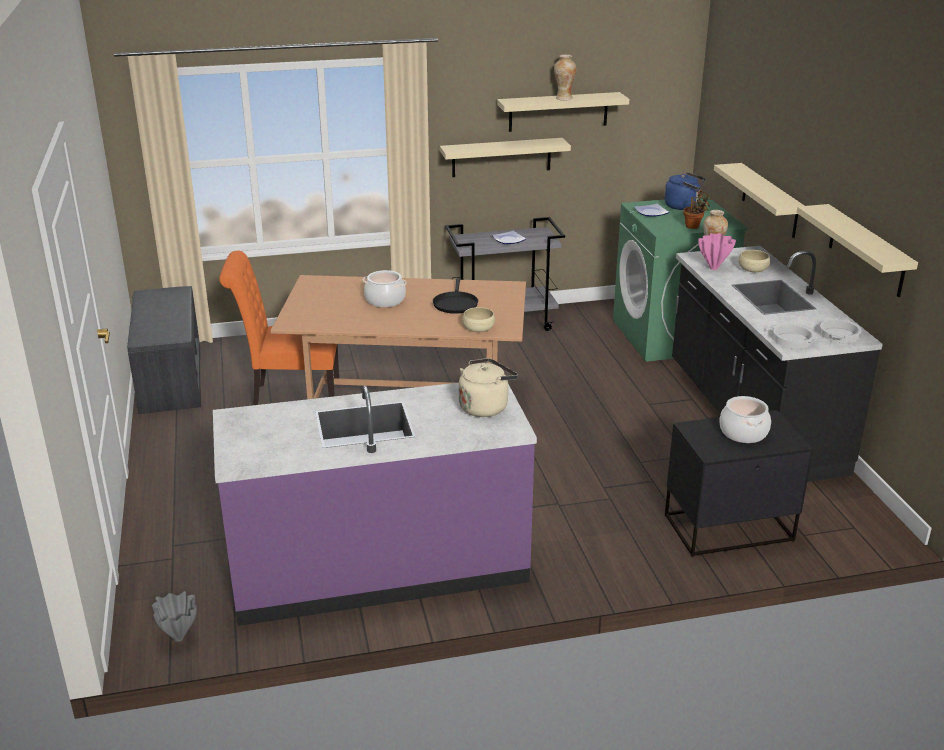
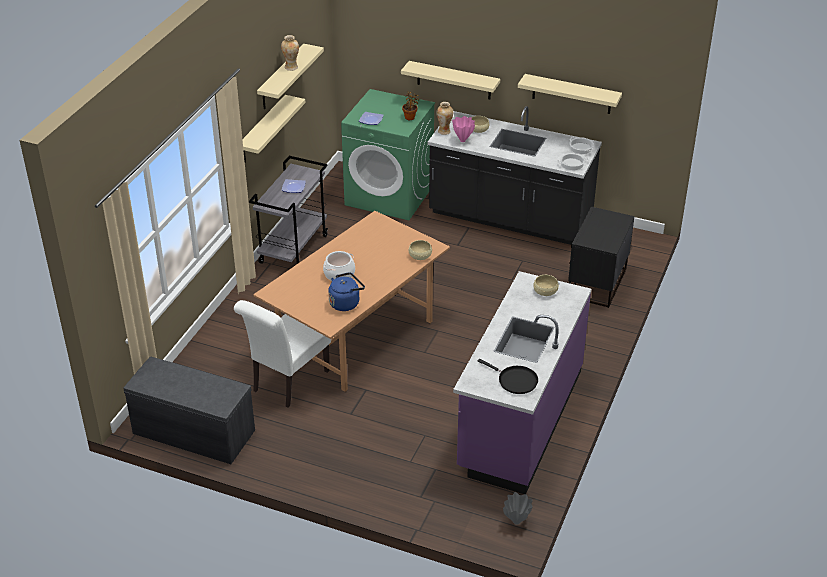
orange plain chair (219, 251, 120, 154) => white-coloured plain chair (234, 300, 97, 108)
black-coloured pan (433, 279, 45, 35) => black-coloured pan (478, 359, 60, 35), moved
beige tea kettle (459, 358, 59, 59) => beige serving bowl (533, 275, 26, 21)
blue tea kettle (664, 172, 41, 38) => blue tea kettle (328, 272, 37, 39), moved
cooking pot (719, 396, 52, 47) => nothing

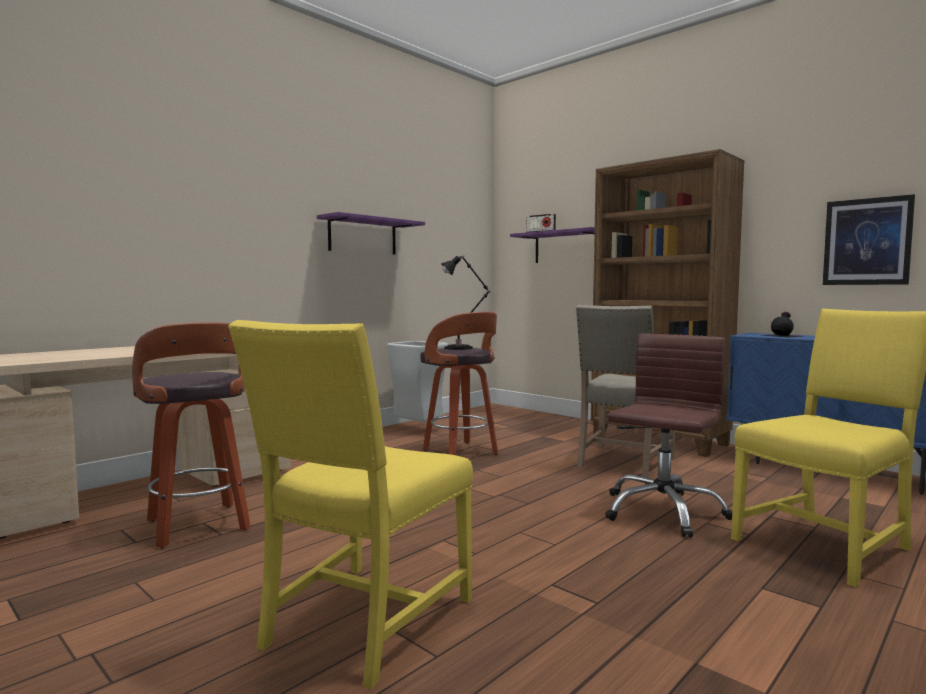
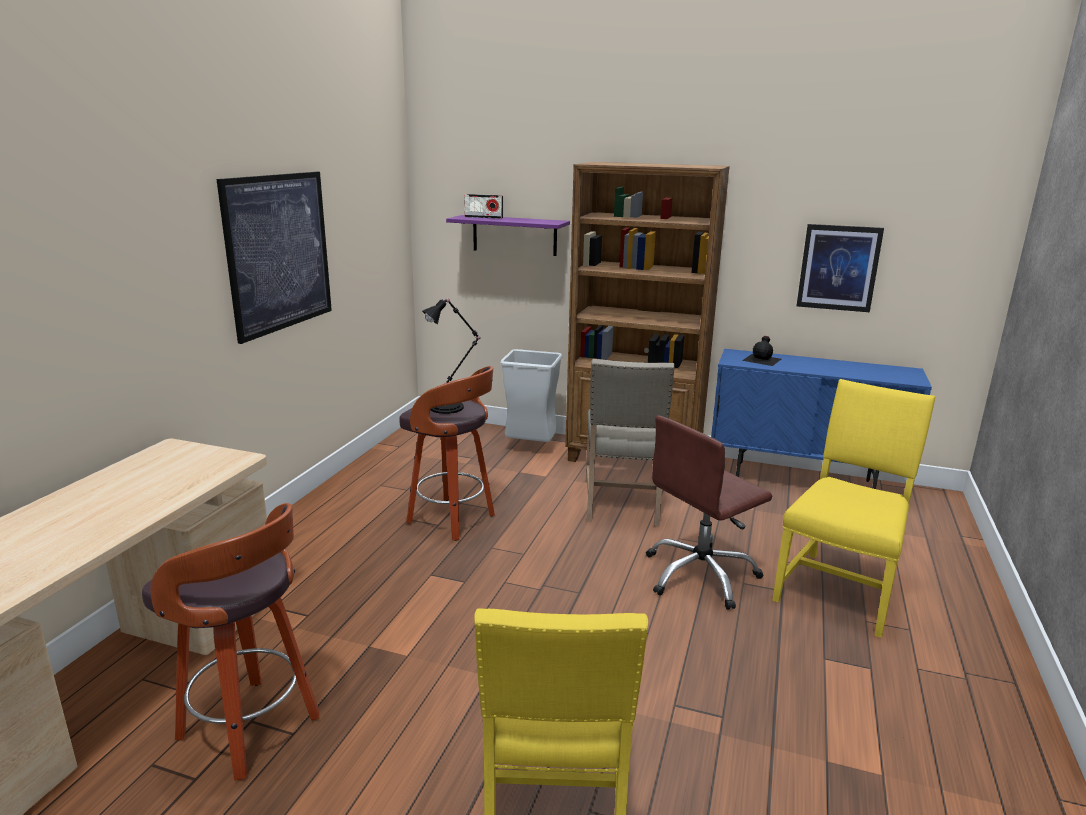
purple wall shelf (317, 212, 108, 43) => wall art (216, 172, 116, 172)
greyish rubbish bin (387, 341, 61, 81) => greyish rubbish bin (500, 349, 62, 93), moved
brown-coloured desk chair (605, 334, 127, 203) => brown-coloured desk chair (646, 415, 126, 195), 135 degrees counterclockwise

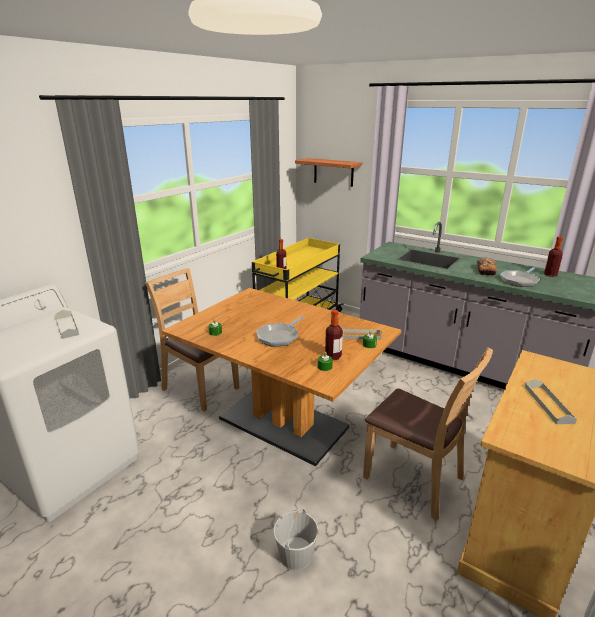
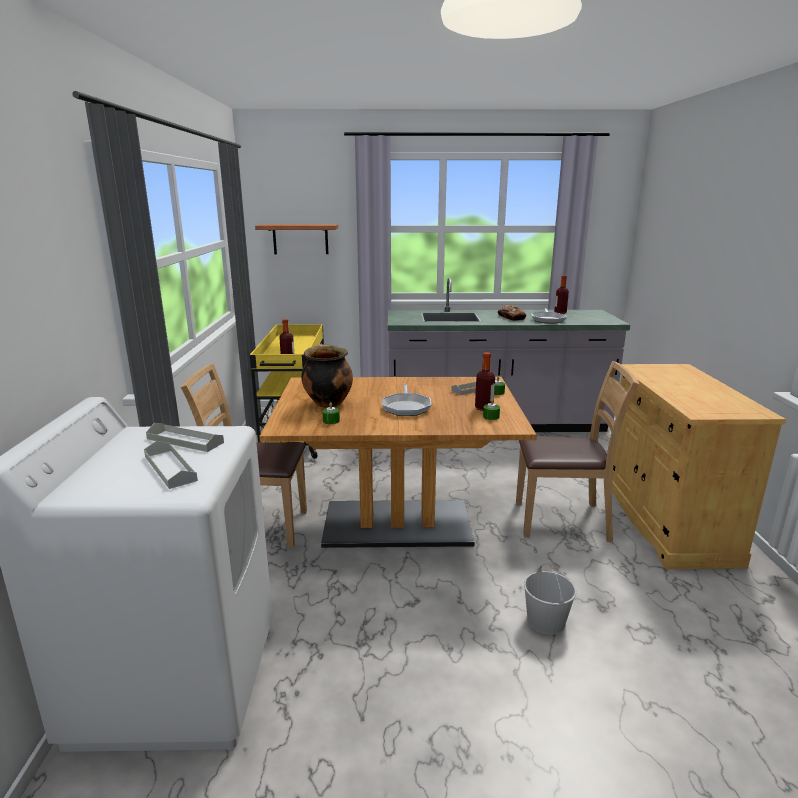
greyish serving tray (525, 379, 52, 45) => greyish serving tray (144, 441, 54, 48), moved
nothing => cooking pot (301, 344, 52, 64)

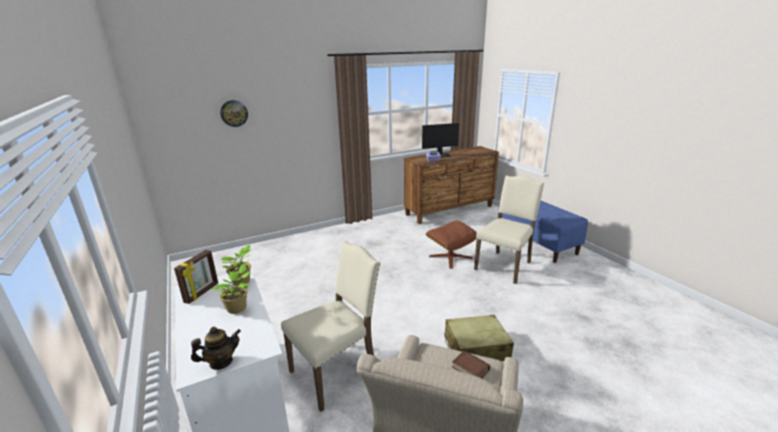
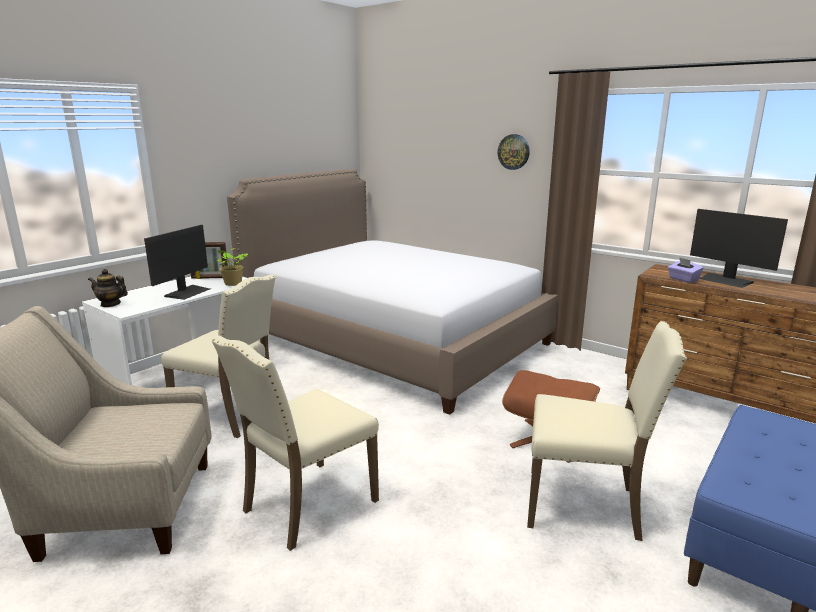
tea pot (191, 327, 50, 43) => tea pot (88, 269, 40, 38), 150 degrees clockwise
houseplant (211, 264, 40, 50) => computer screen (144, 225, 67, 75)
hanging clock (220, 100, 28, 27) => hanging clock (498, 134, 32, 36), moved
beige piece of luggage (445, 315, 69, 46) => beige plain chair (212, 336, 167, 215)
bound book (452, 350, 38, 28) => nothing
nothing => bedroom bed (227, 169, 331, 246)

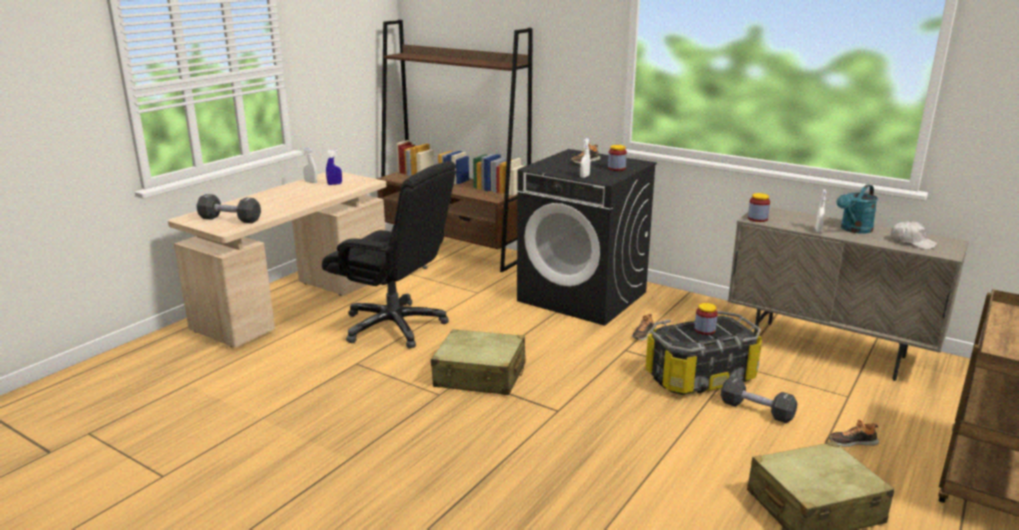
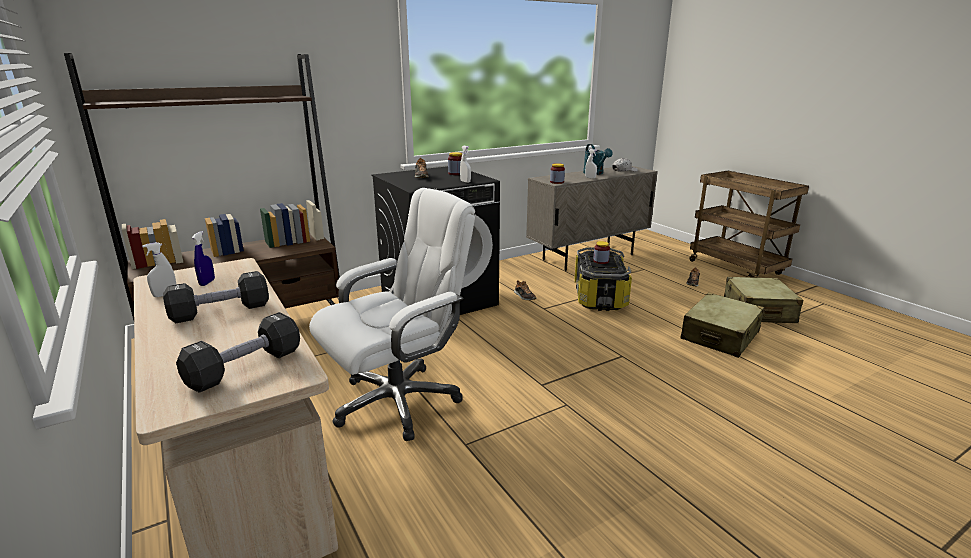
black-coloured desk chair (322, 161, 134, 187) => white-coloured desk chair (309, 188, 166, 253)
beige piece of luggage (431, 329, 95, 66) => beige piece of luggage (681, 293, 84, 65), moved
black-coloured dumbbell (721, 376, 76, 47) => black-coloured dumbbell (163, 271, 106, 52), moved

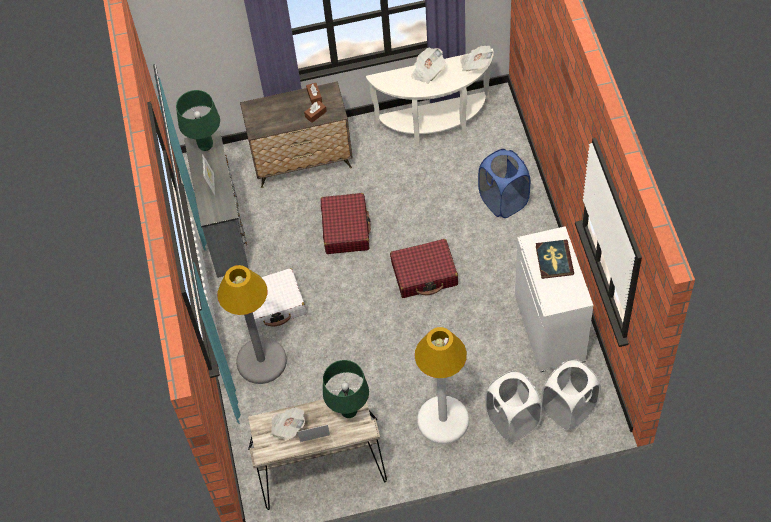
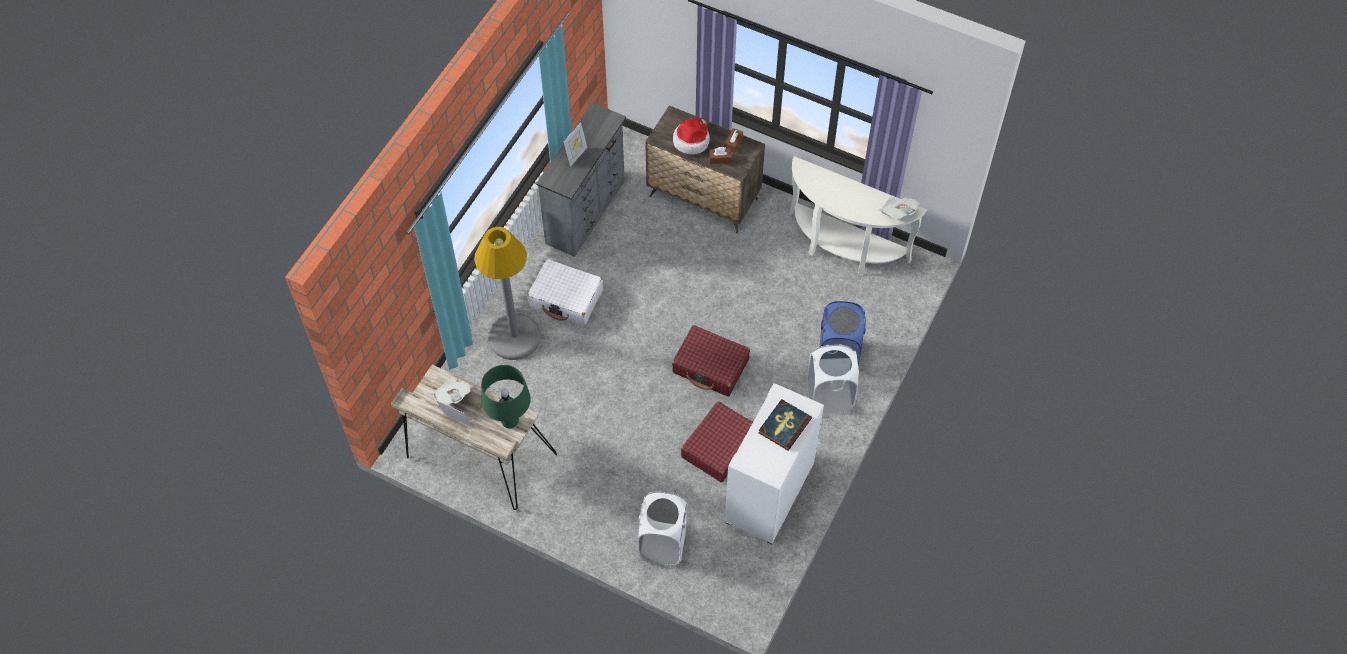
greenish tabletop lamp (176, 90, 44, 61) => nothing
red-coloured piece of luggage (321, 193, 50, 61) => red-coloured piece of luggage (681, 401, 72, 81), moved
newspaper (411, 48, 35, 36) => nothing
white-coloured standard lamp (415, 327, 54, 117) => nothing
white-coloured washing basket (541, 359, 60, 72) => white-coloured washing basket (807, 344, 52, 70), moved
nothing => hat (673, 118, 37, 37)

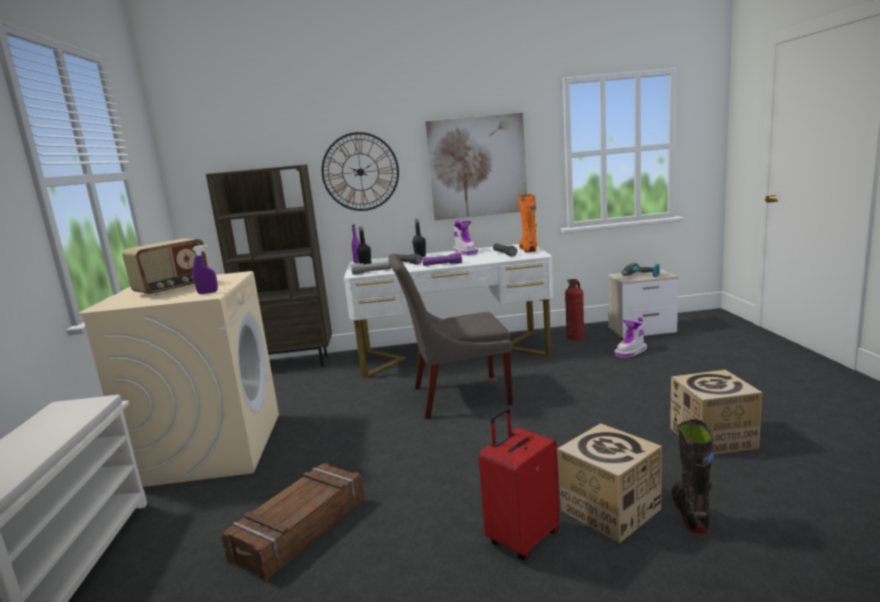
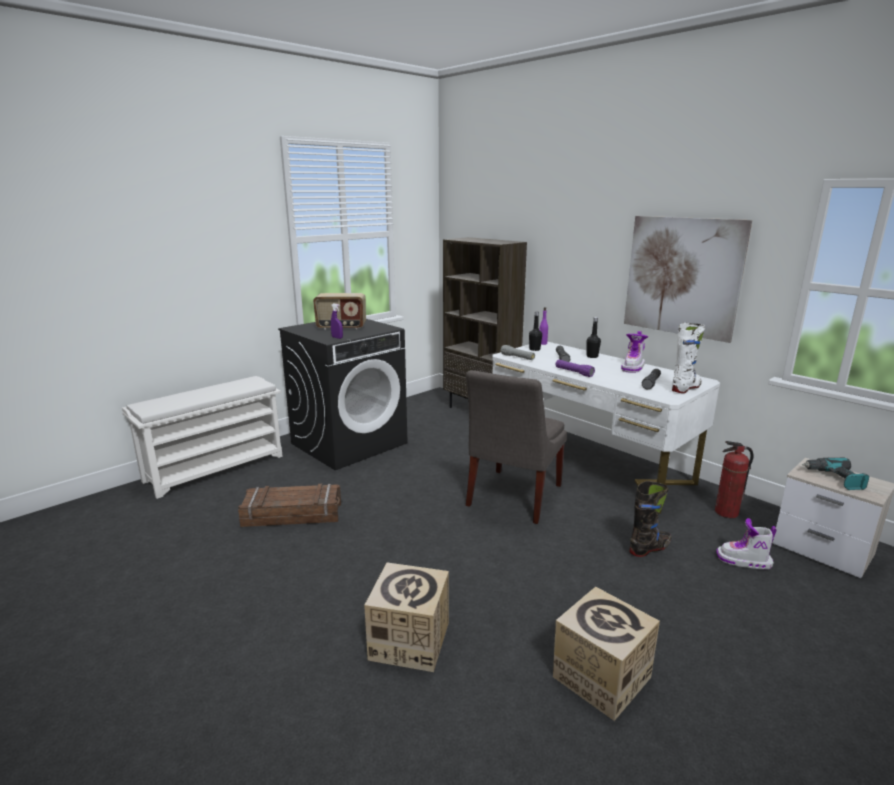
beige laundry machine (77, 271, 202, 216) => black-coloured laundry machine (278, 319, 130, 151)
hanging clock (322, 132, 77, 79) => nothing
greyish plain chair (388, 254, 125, 165) => greyish plain chair (466, 370, 101, 154), 105 degrees counterclockwise
red-coloured piece of luggage (479, 408, 81, 152) => nothing
orange high-top boot (518, 194, 19, 58) => white-coloured high-top boot (672, 323, 33, 70)
black-coloured high-top boot (672, 419, 42, 115) => black-coloured high-top boot (630, 481, 42, 76), moved

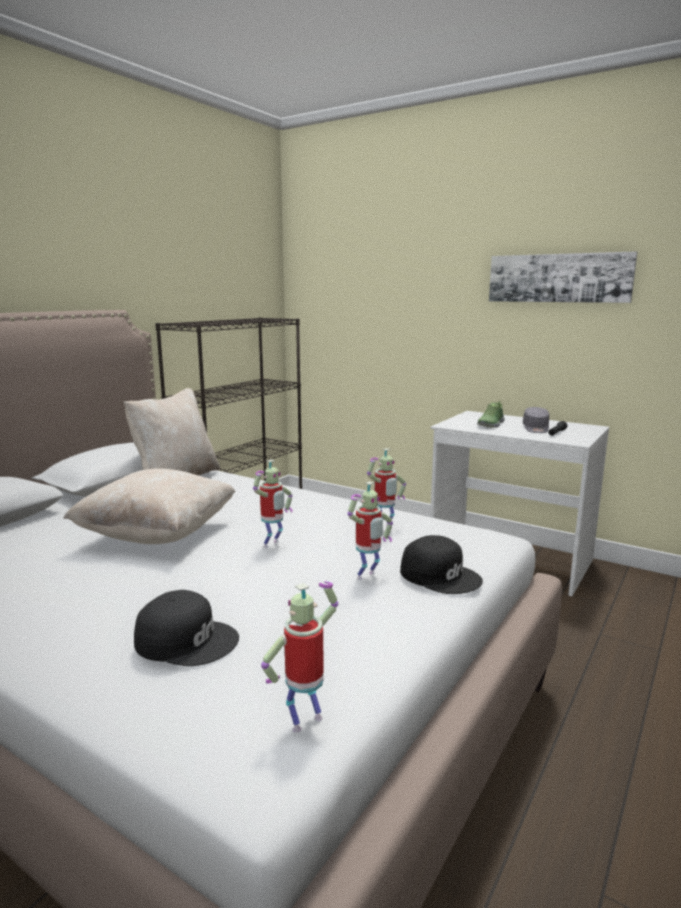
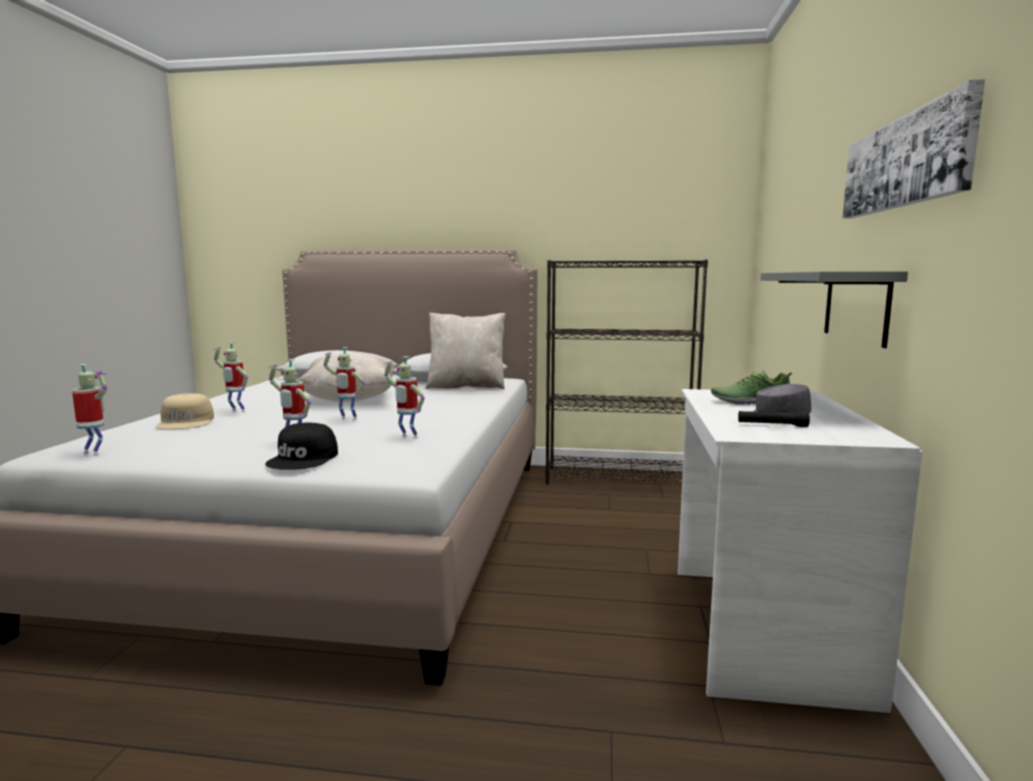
black-coloured peaked cap (134, 590, 105, 76) => beige peaked cap (155, 393, 59, 36)
nothing => model robot (213, 343, 35, 69)
nothing => greyish wall shelf (761, 271, 147, 77)

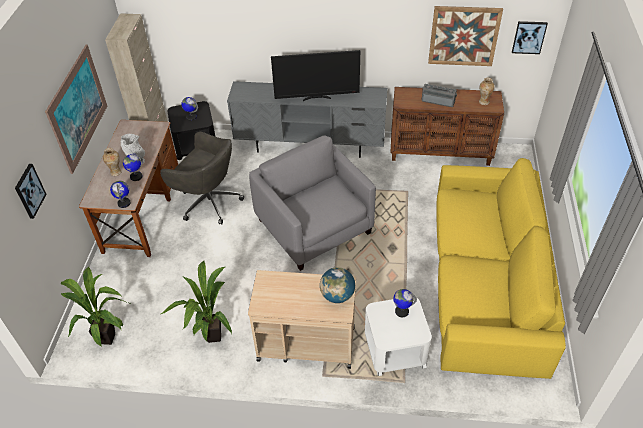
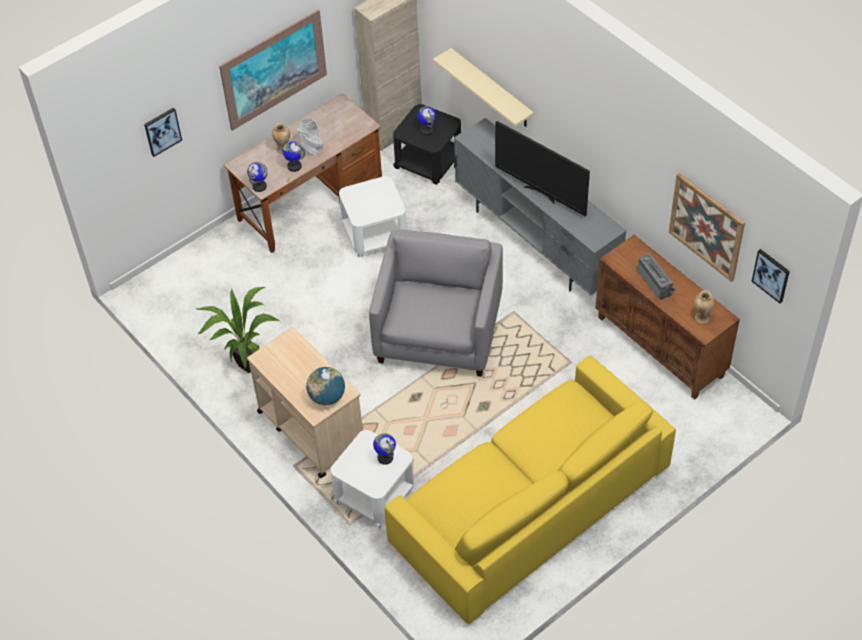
houseplant (61, 266, 69, 80) => nothing
greyish desk chair (160, 132, 84, 92) => white-coloured side table (339, 176, 68, 81)
nothing => beige wall shelf (433, 48, 101, 79)

